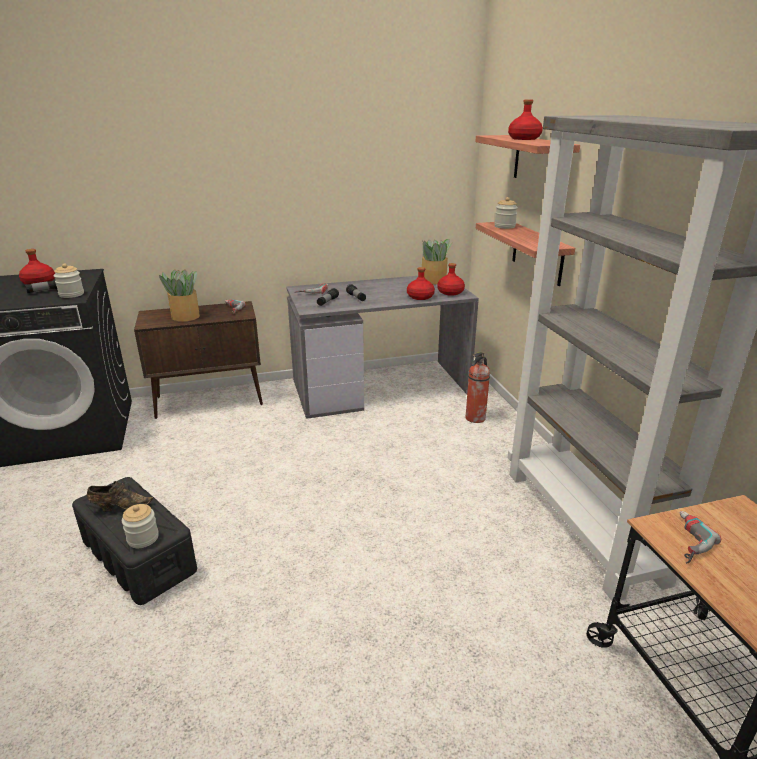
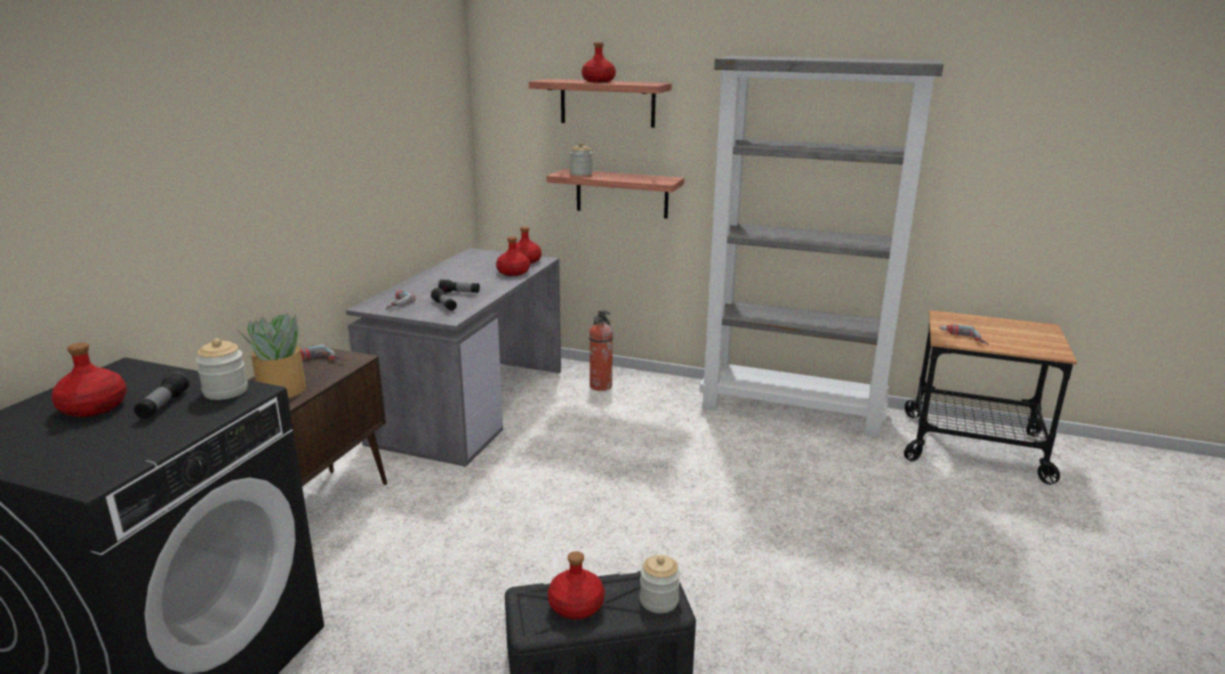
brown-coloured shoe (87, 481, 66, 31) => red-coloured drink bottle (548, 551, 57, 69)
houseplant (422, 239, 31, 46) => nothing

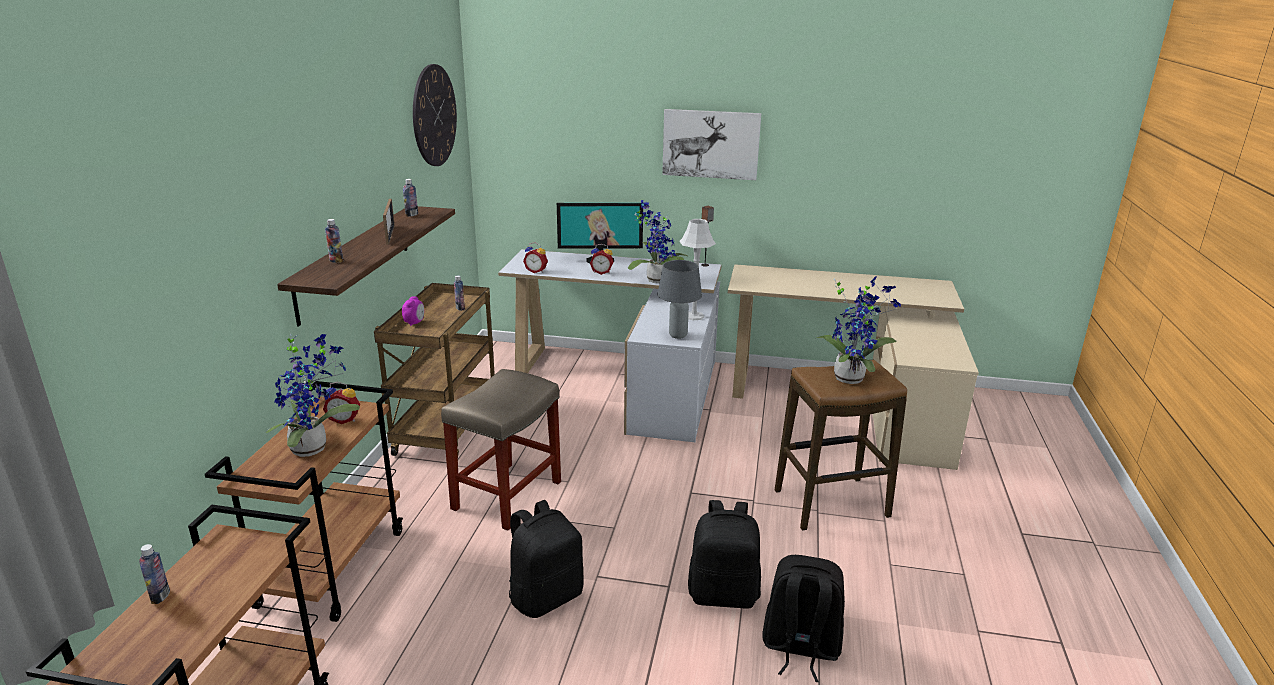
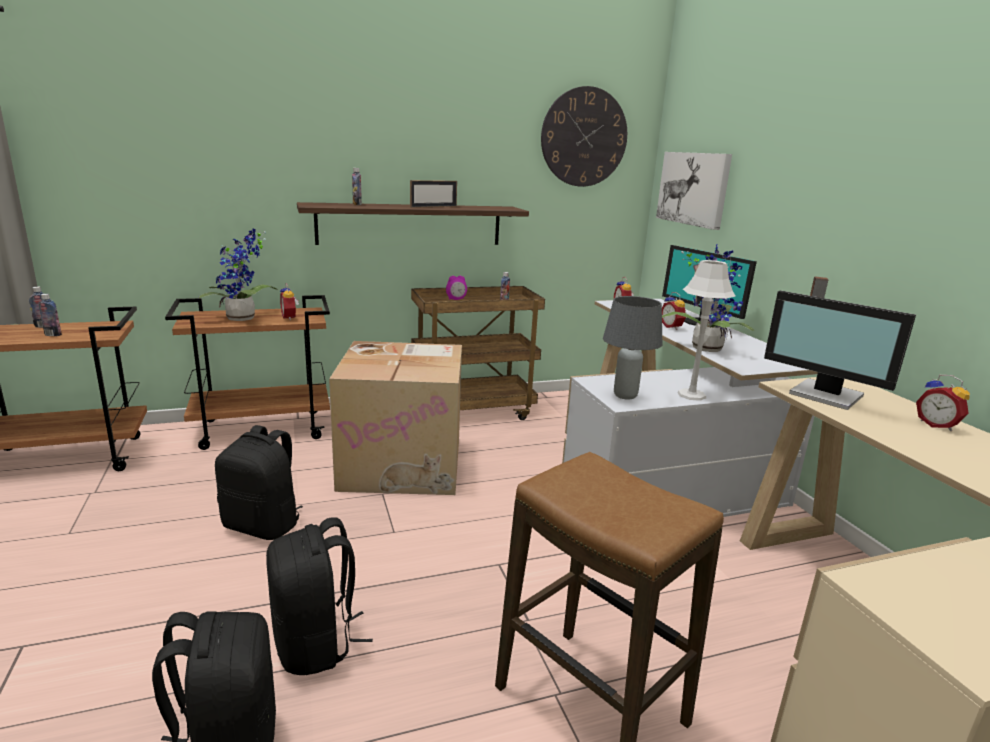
drink bottle (403, 179, 15, 38) => drink bottle (39, 294, 23, 42), moved
beige sitting stool (441, 369, 120, 162) => carton (329, 341, 133, 154)
wall art (662, 109, 99, 71) => wall art (656, 152, 76, 78), moved
houseplant (817, 276, 84, 108) => nothing
nothing => computer screen (764, 290, 152, 120)
nothing => table clock (916, 375, 54, 56)

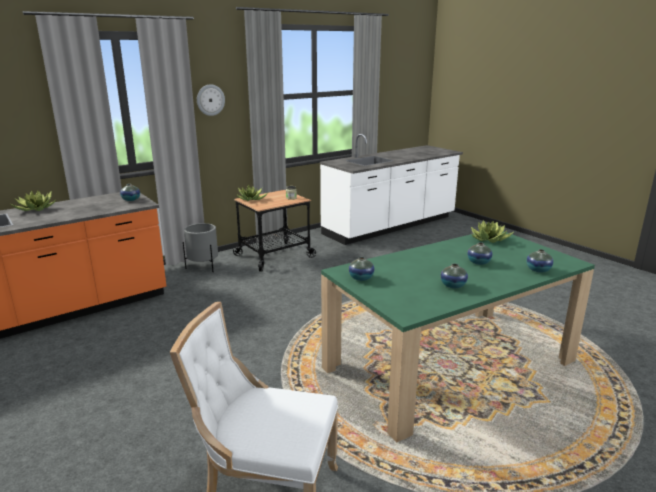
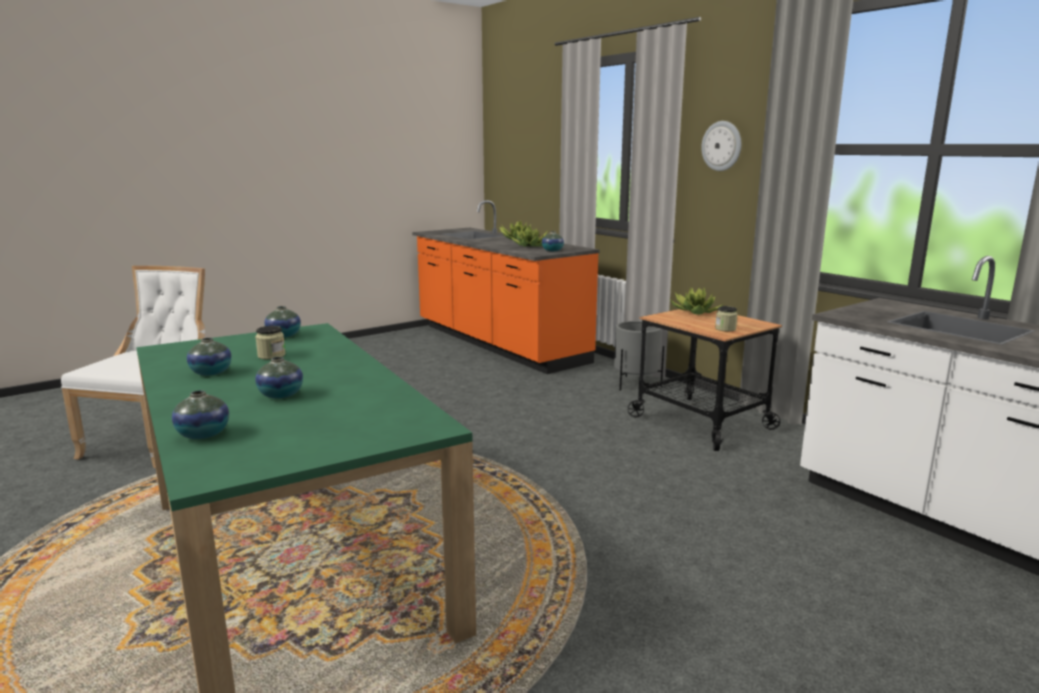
houseplant (471, 220, 43, 23) => houseplant (511, 226, 36, 21), moved
nothing => storage jar (255, 326, 31, 34)

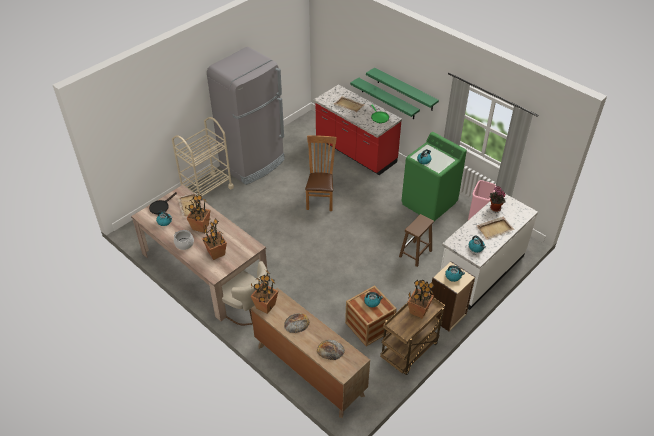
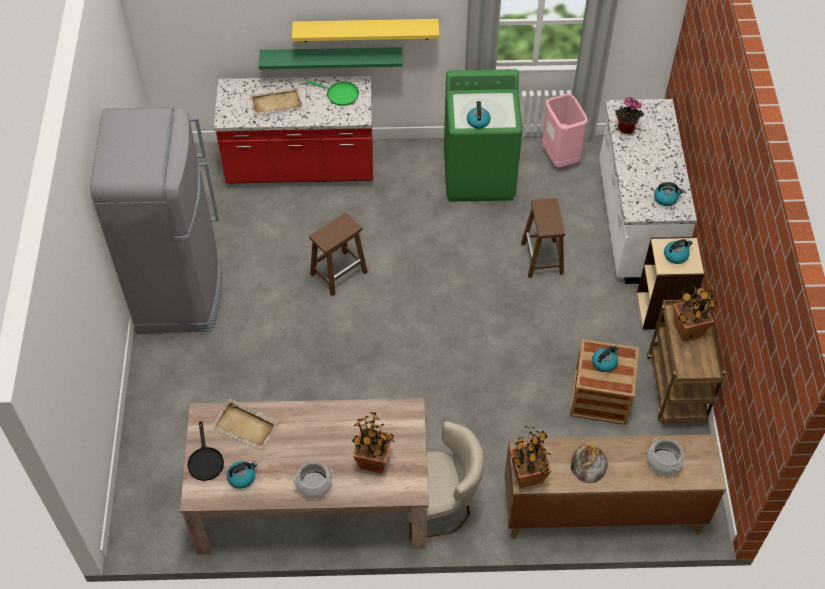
beige wheeled cart (172, 117, 62, 79) => nothing
houseplant (185, 192, 25, 41) => nothing
brown-coloured plain chair (305, 135, 32, 76) => brown-coloured sitting stool (309, 212, 59, 84)
baked bread (317, 340, 28, 20) => cooking pot (647, 437, 37, 39)
greenish wall shelf (366, 68, 73, 42) => yellow-coloured wall shelf (292, 19, 147, 23)
beige serving tray (476, 217, 39, 23) => nothing

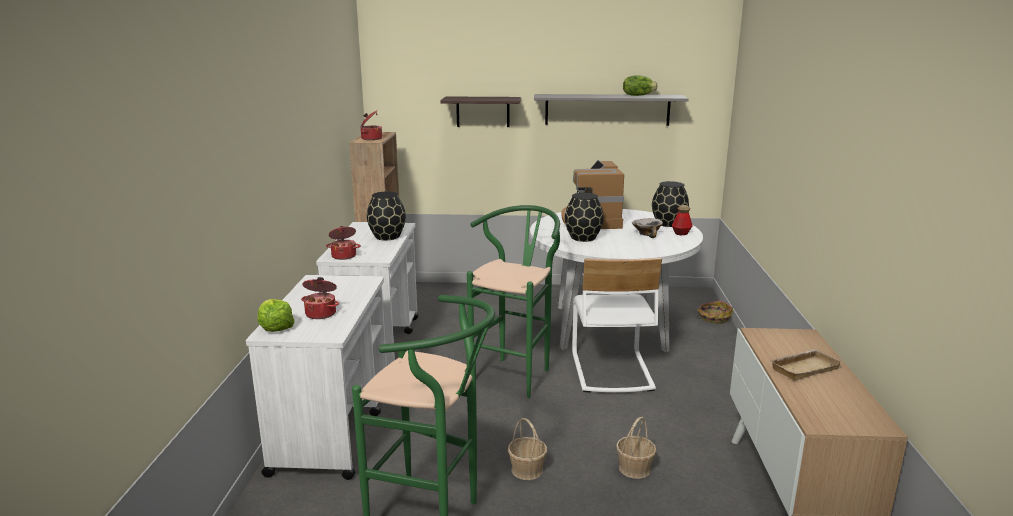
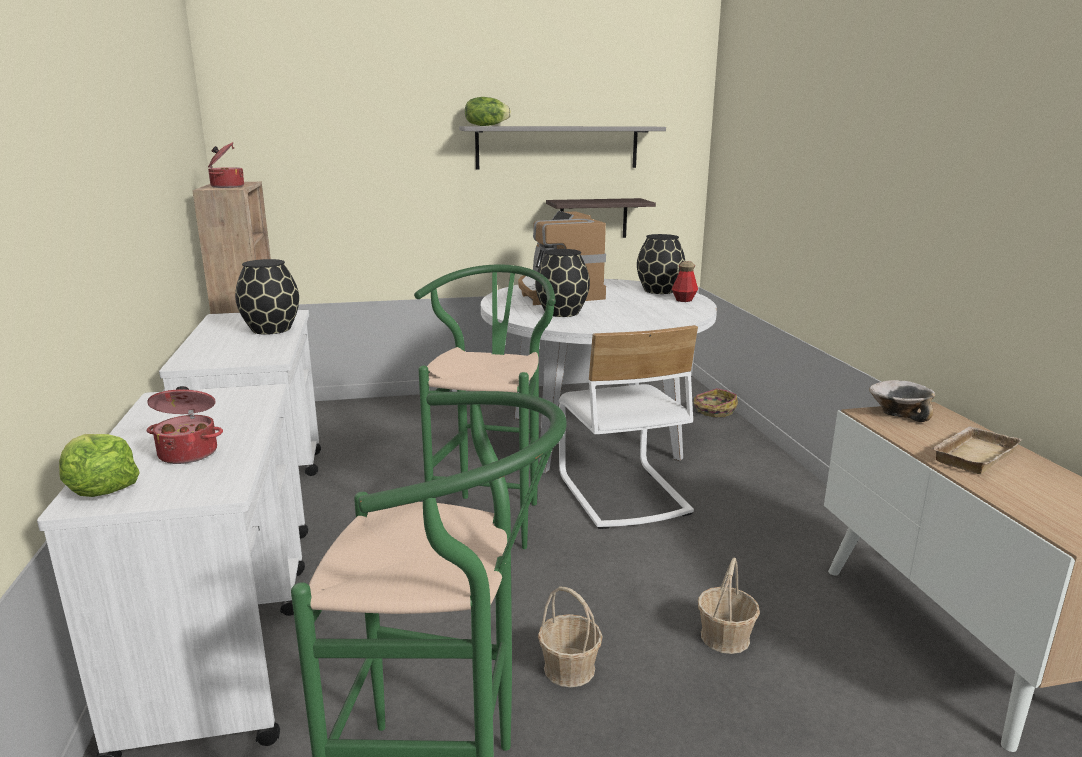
cooking pot (326, 226, 35, 34) => nothing
wall shelf (440, 96, 81, 31) => wall shelf (546, 198, 110, 40), moved
lettuce (623, 75, 34, 21) => lettuce (465, 97, 46, 29), moved
serving bowl (632, 218, 31, 20) => serving bowl (869, 380, 66, 42), moved

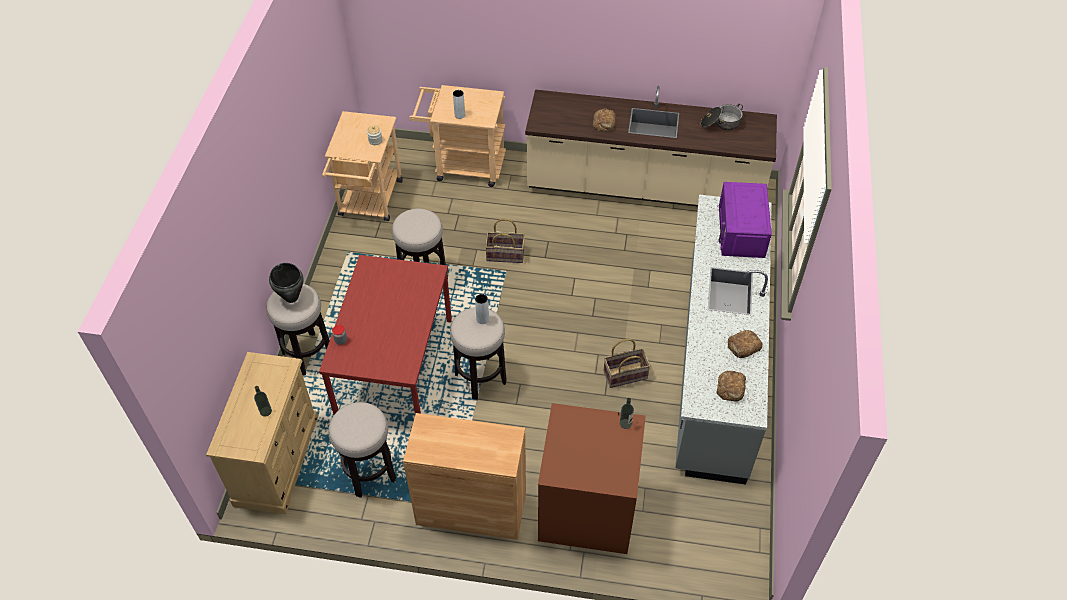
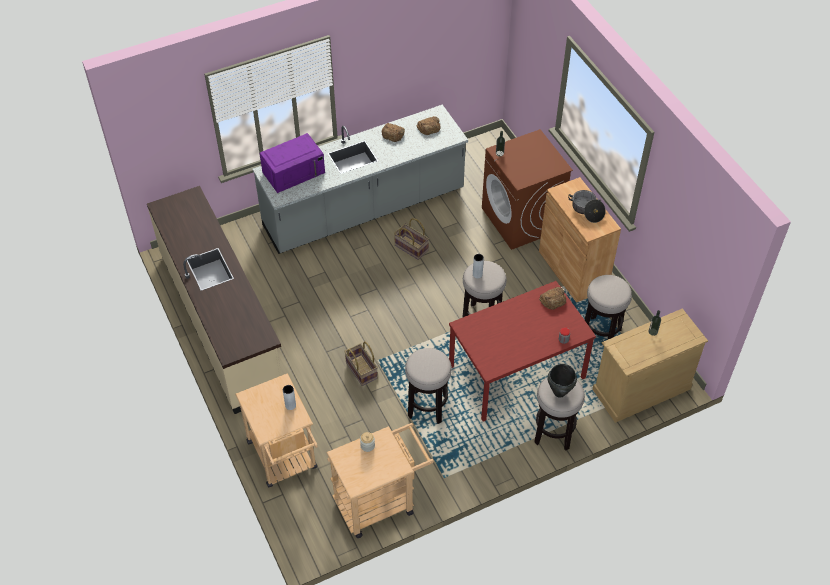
baked bread (592, 109, 24, 23) => baked bread (539, 287, 27, 23), moved
cooking pot (701, 104, 42, 27) => cooking pot (568, 190, 38, 33), moved

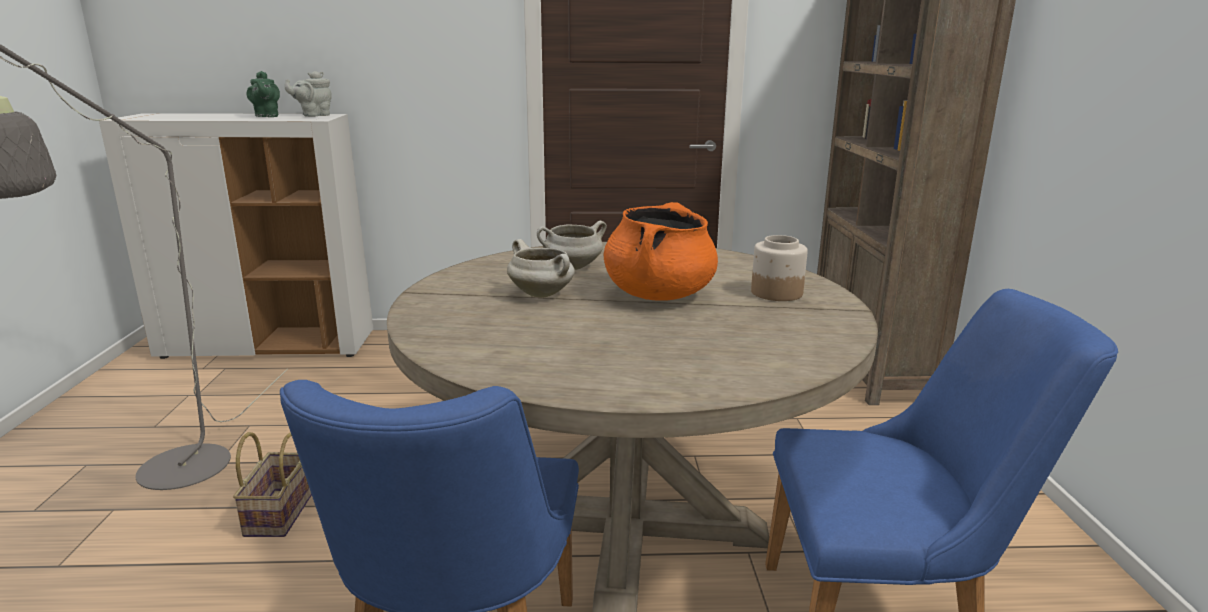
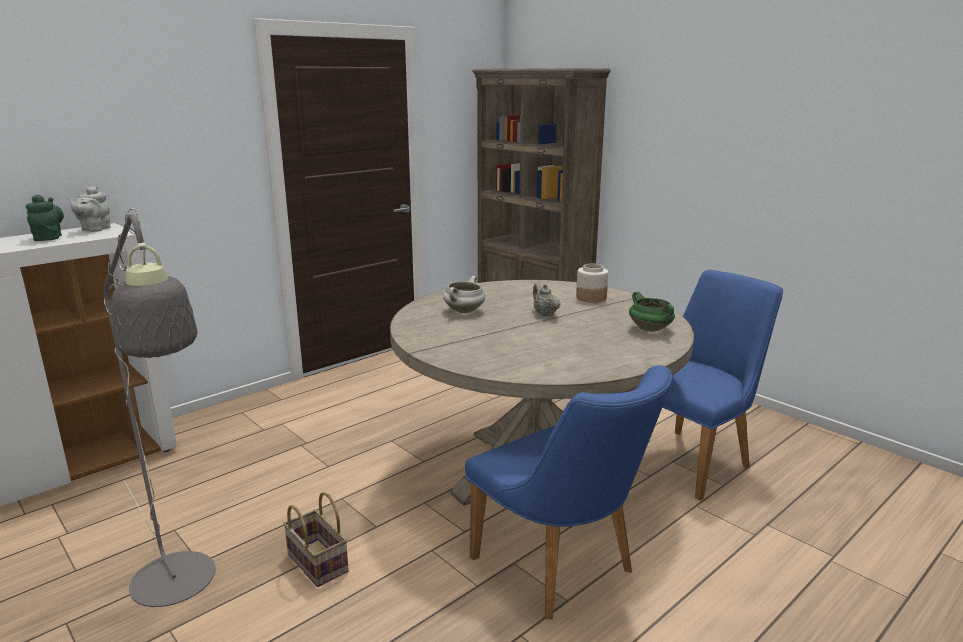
greenish tea pot (247, 71, 33, 46) => greenish tea pot (26, 194, 38, 47), 135 degrees counterclockwise
white-coloured cooking pot (507, 239, 68, 59) => nothing
orange cooking pot (603, 202, 115, 99) => beige tea pot (533, 283, 27, 33)
nothing => greenish cooking pot (629, 291, 46, 41)

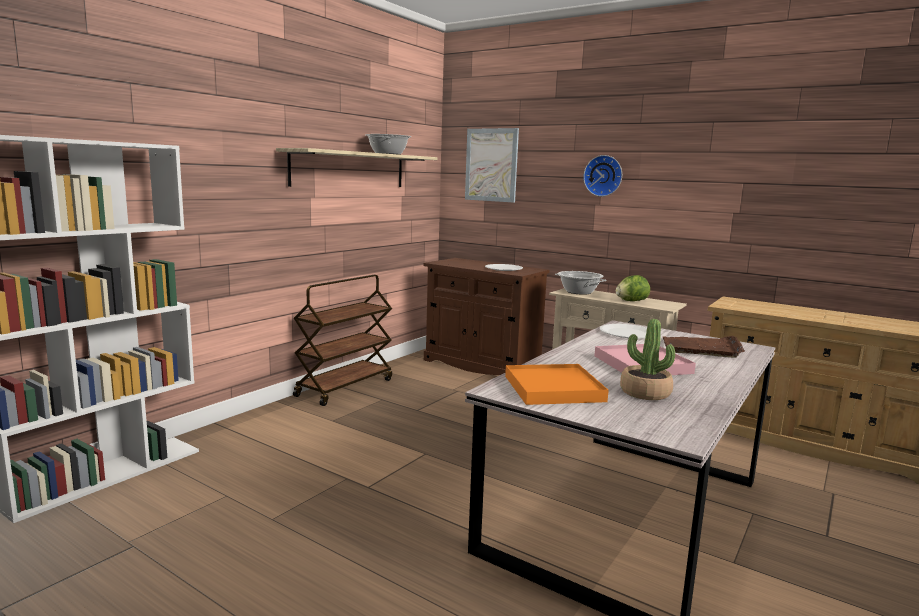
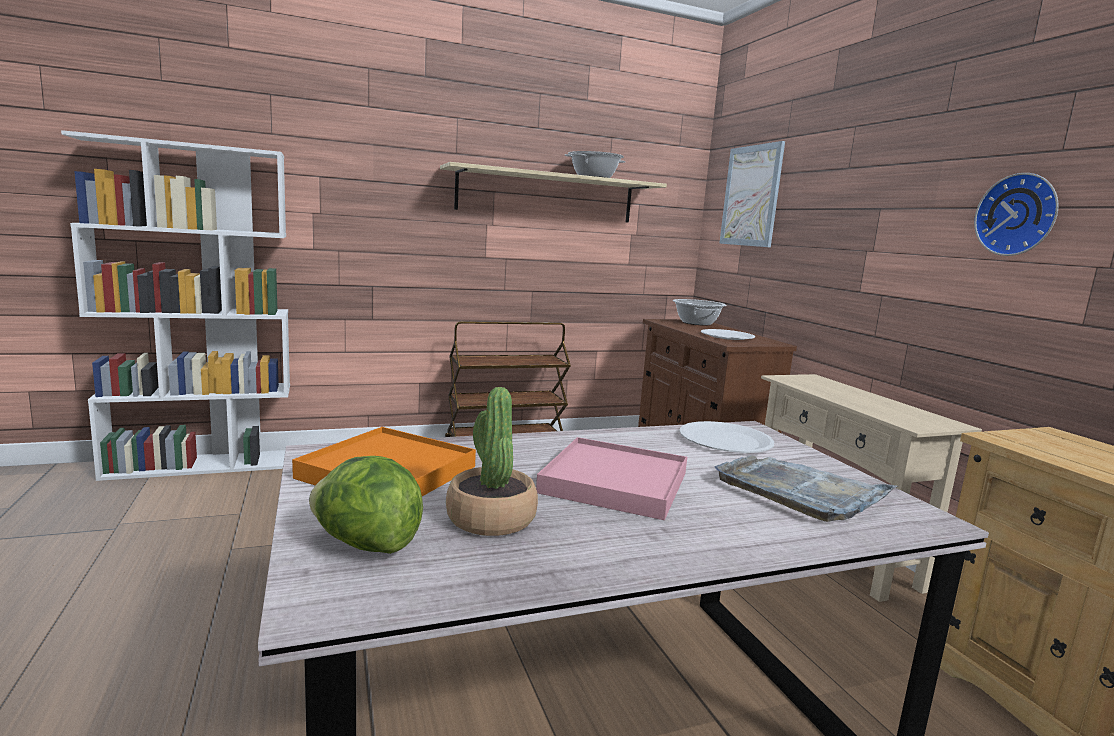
cooking pot (555, 271, 52, 24) => cooking pot (673, 299, 53, 26), moved
hanging clock (583, 155, 39, 42) => hanging clock (974, 173, 85, 83), moved
lettuce (616, 275, 34, 26) => lettuce (309, 456, 114, 98), moved
brown-coloured serving tray (663, 336, 82, 22) => greyish serving tray (714, 455, 184, 67)

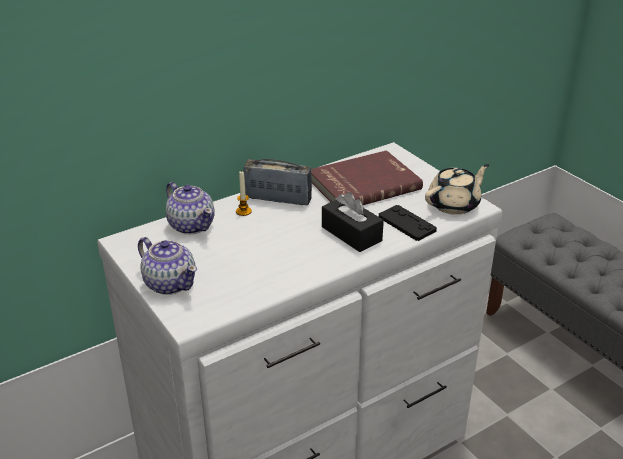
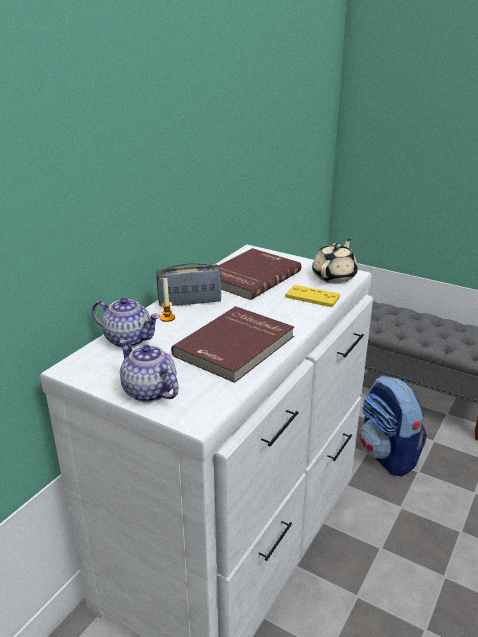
tea pot (138, 237, 59, 58) => tea pot (119, 340, 60, 62), 150 degrees counterclockwise
black-coloured tissue box (322, 192, 62, 60) => nothing
black-coloured game controller (379, 205, 58, 36) => yellow-coloured game controller (286, 285, 54, 22)
nothing => red-coloured bound book (171, 306, 123, 77)
nothing => rucksack (359, 376, 68, 101)

